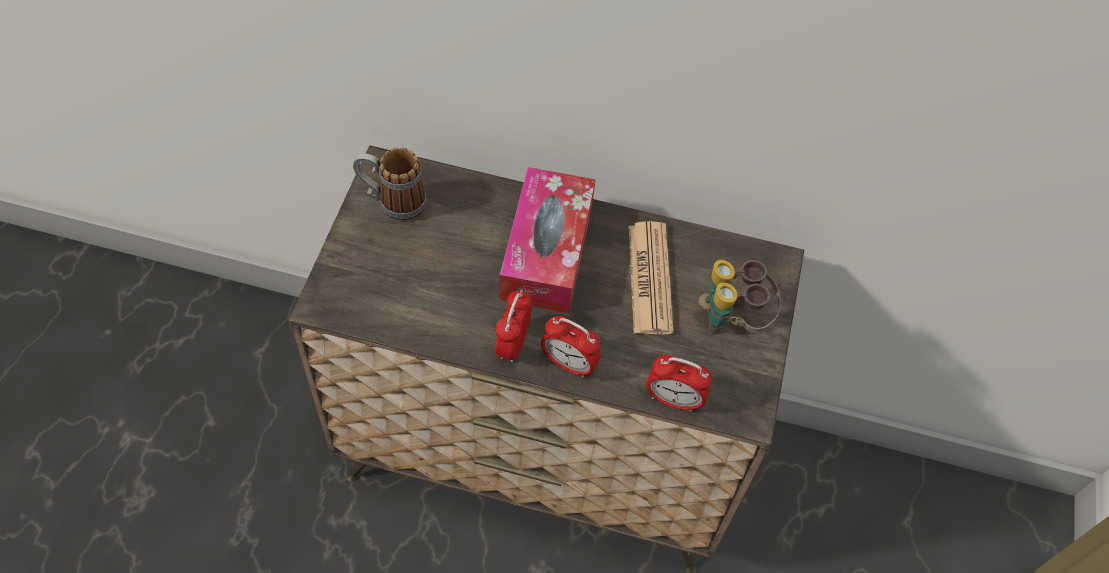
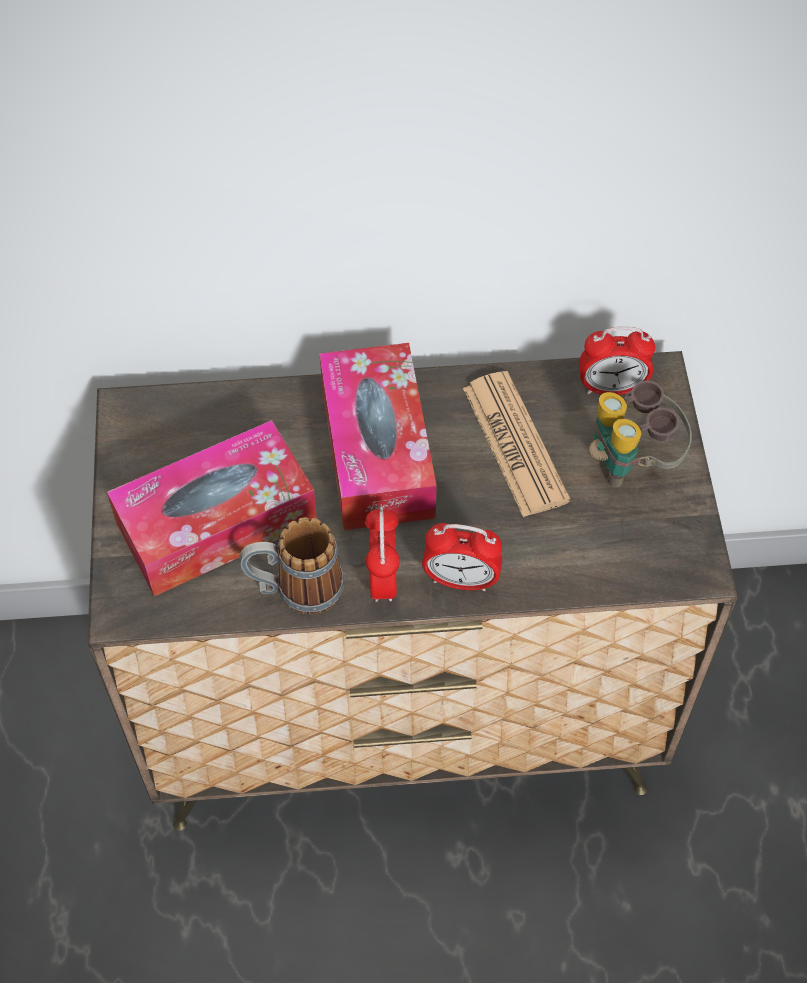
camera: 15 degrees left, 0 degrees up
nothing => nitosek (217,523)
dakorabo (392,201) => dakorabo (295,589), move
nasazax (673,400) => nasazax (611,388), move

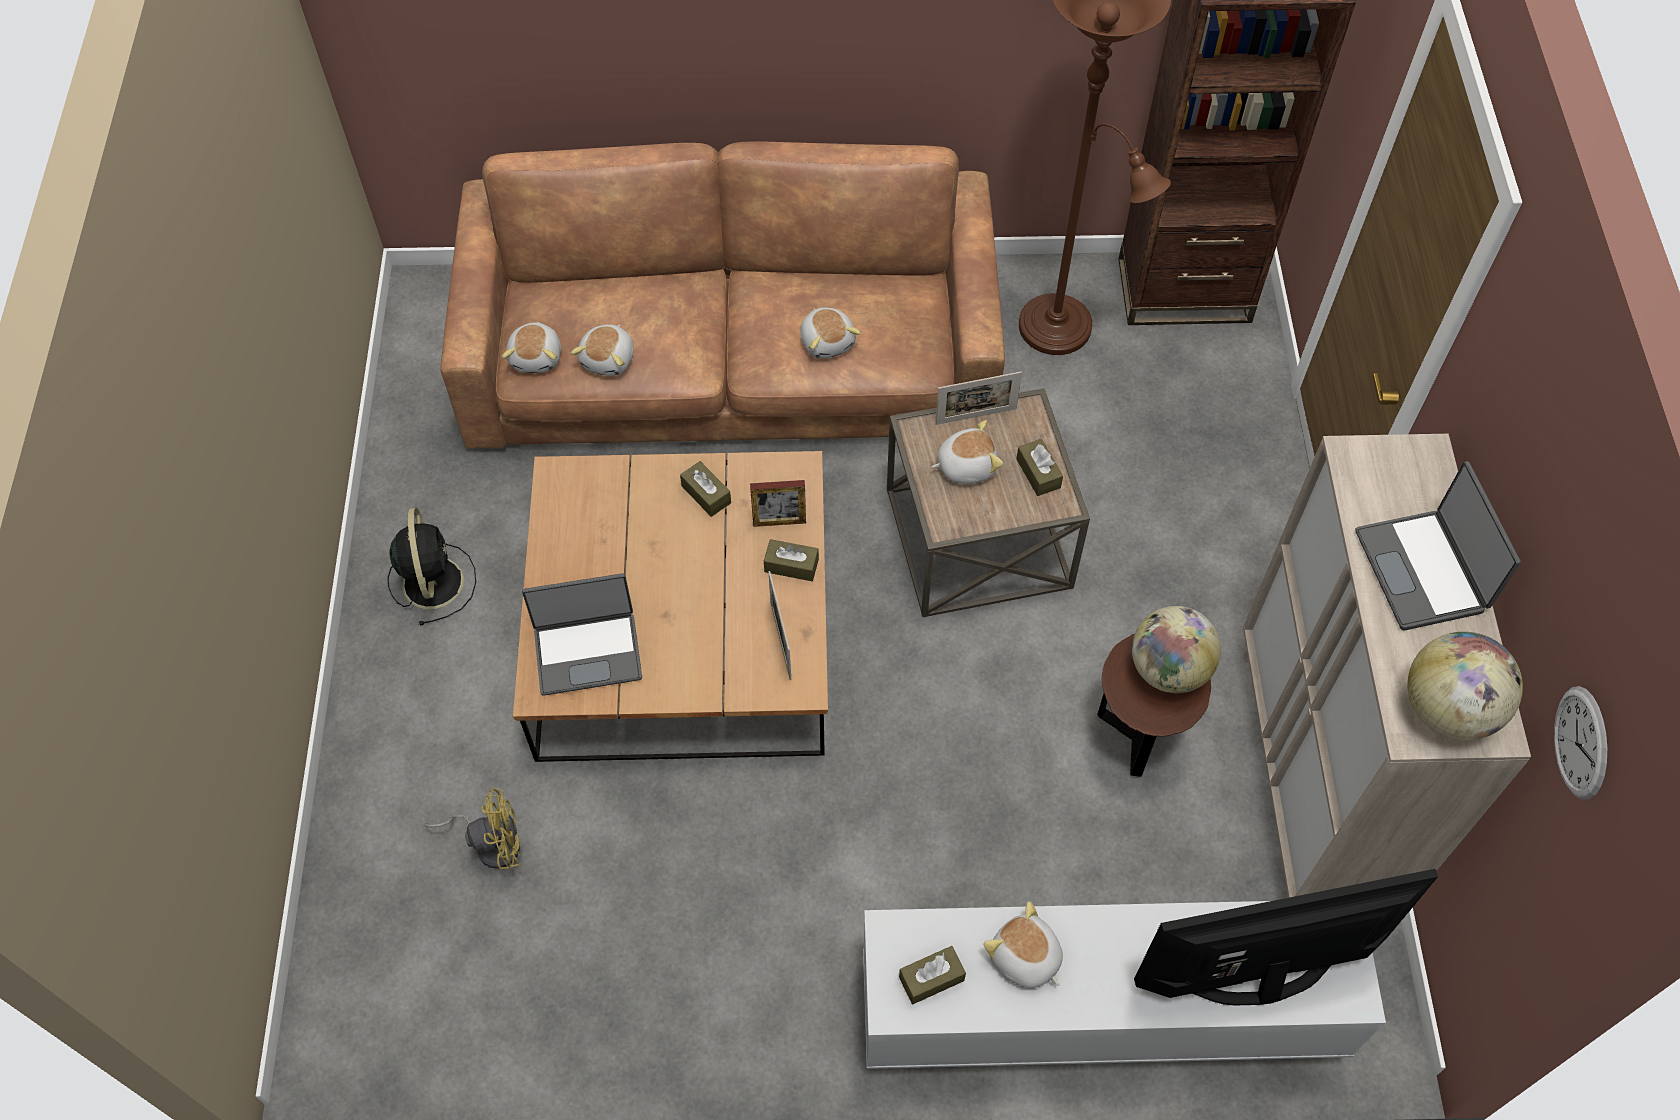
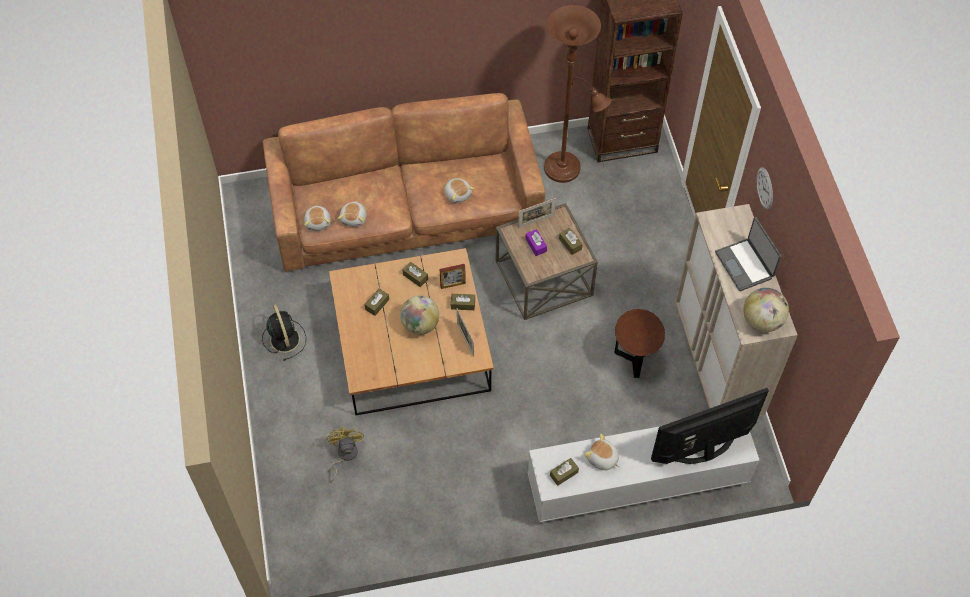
camera: 10 degrees left, 0 degrees up
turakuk (588,652) => nothing
nothing => nitosek (brown) (377,304)
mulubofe (1168,669) => mulubofe (420,324), move
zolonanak (1581,742) => zolonanak (765,188), move
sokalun (966,465) => nitosek (purple) (536,245)
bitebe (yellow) (491,843) => bitebe (yellow) (344,455), 75 degrees counterclockwise

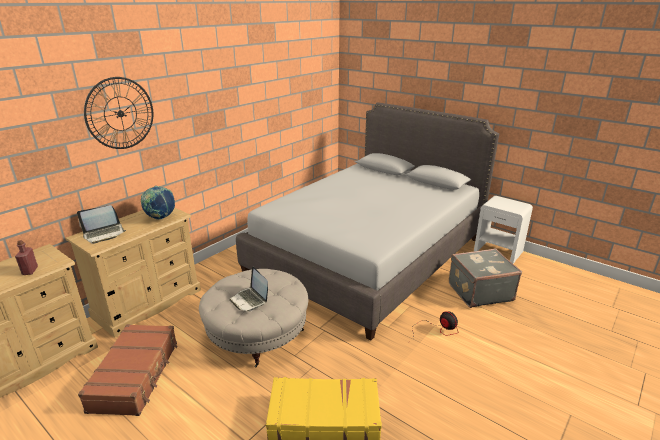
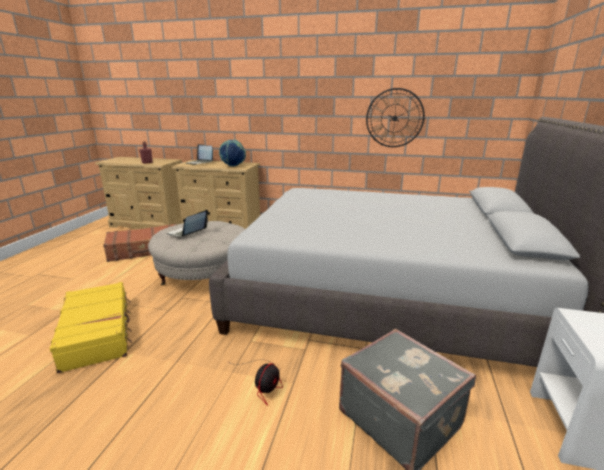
camera: 65 degrees right, 5 degrees down
zolonanak (120,113) => zolonanak (394,118), move

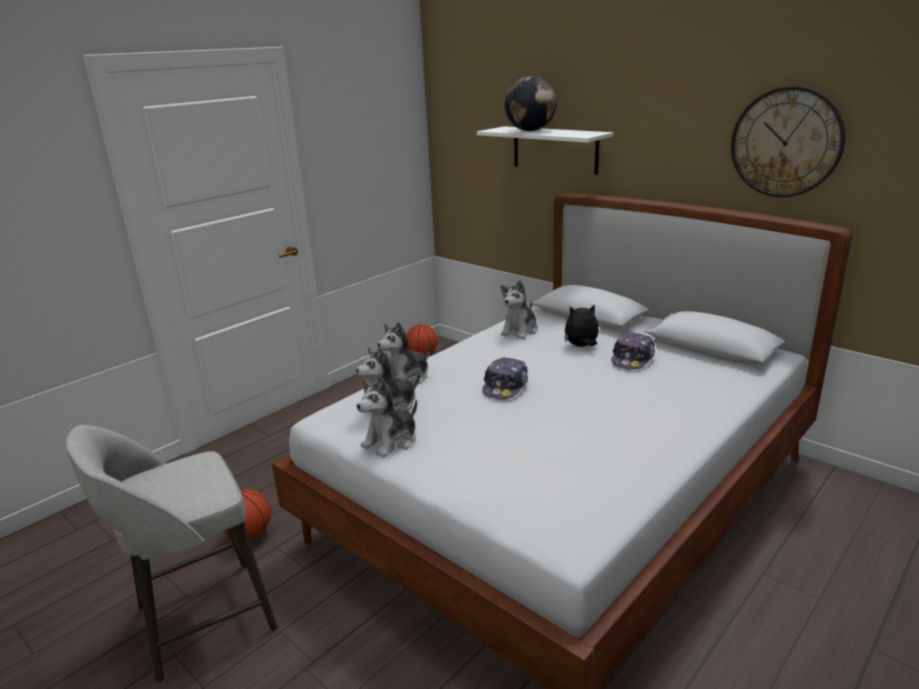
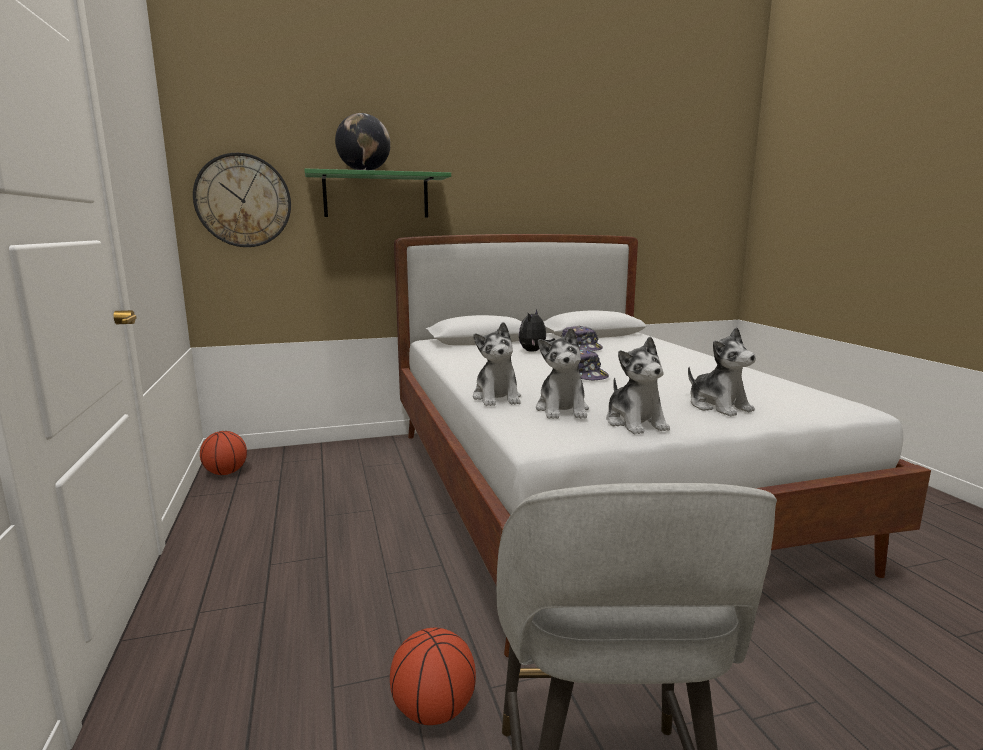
camera: 60 degrees left, 10 degrees down
sokalun (520,330) => sokalun (718,406), move
zolonanak (786,142) => zolonanak (243,201), move
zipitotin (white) (555,149) => zipitotin (green) (376,196)

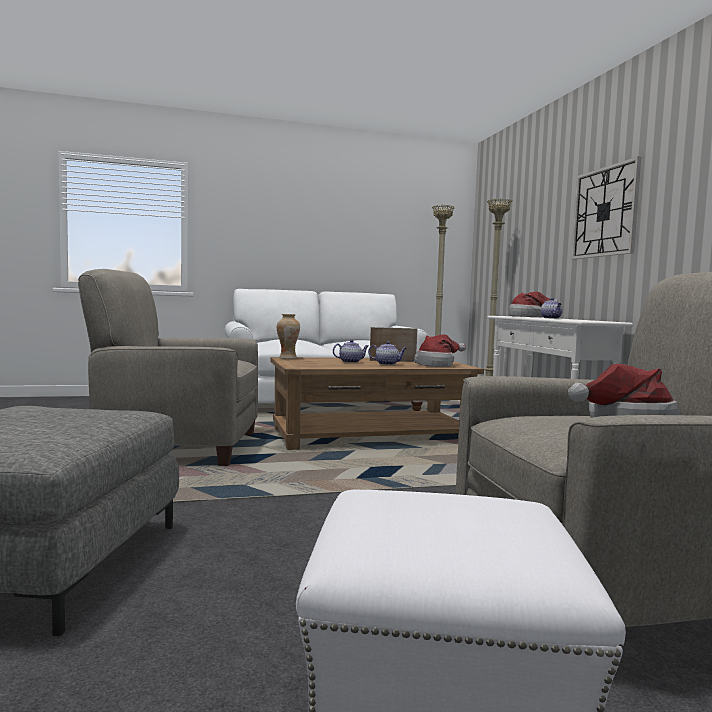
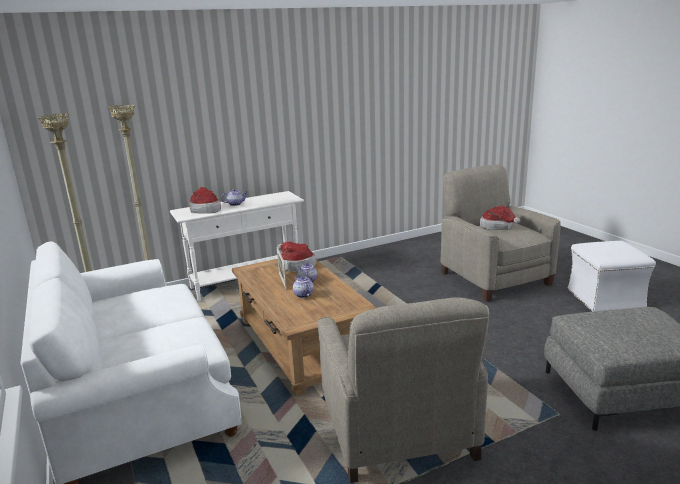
camera: 100 degrees left, 15 degrees up
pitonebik (287,358) => nothing
zolonanak (605,212) => nothing

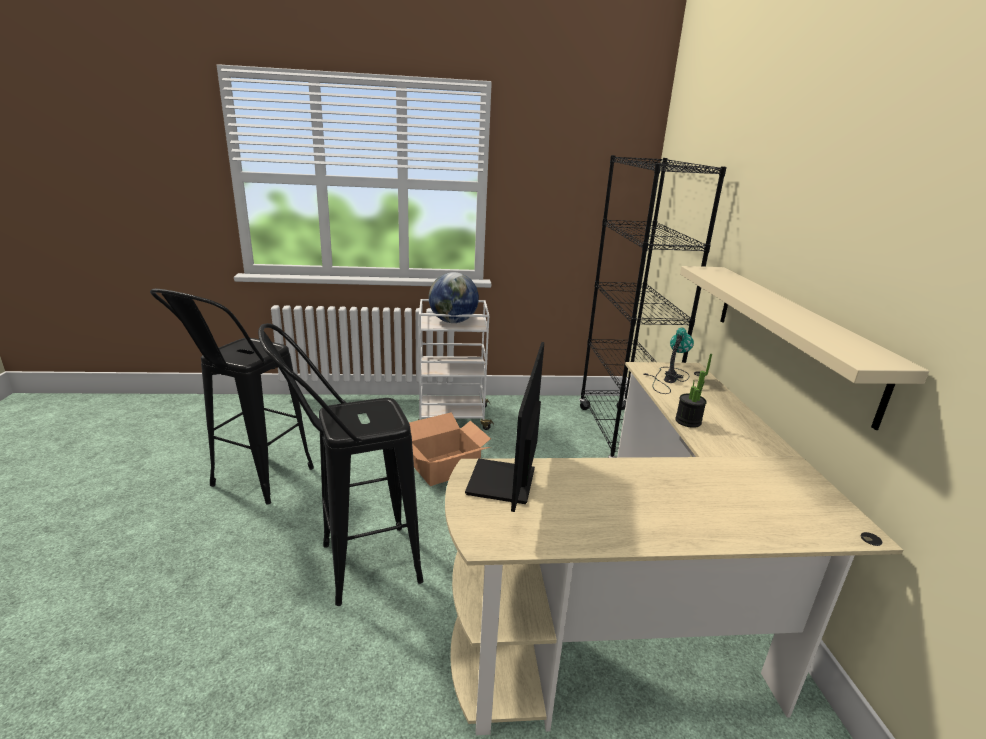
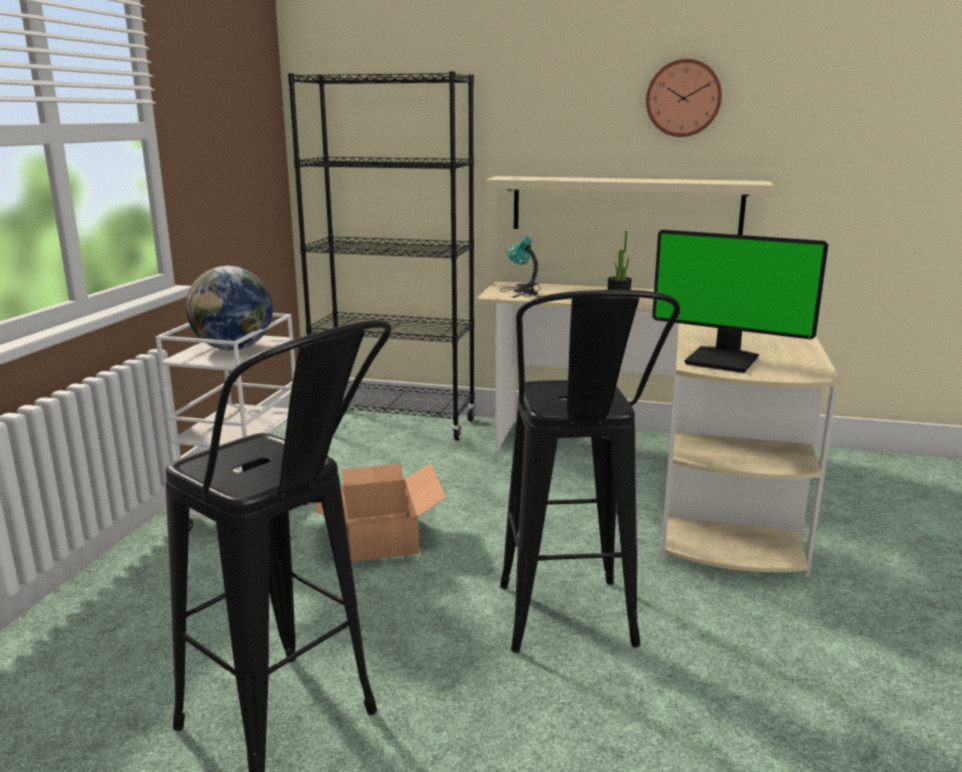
camera: 70 degrees left, 5 degrees down
nothing => zolonanak (683,98)

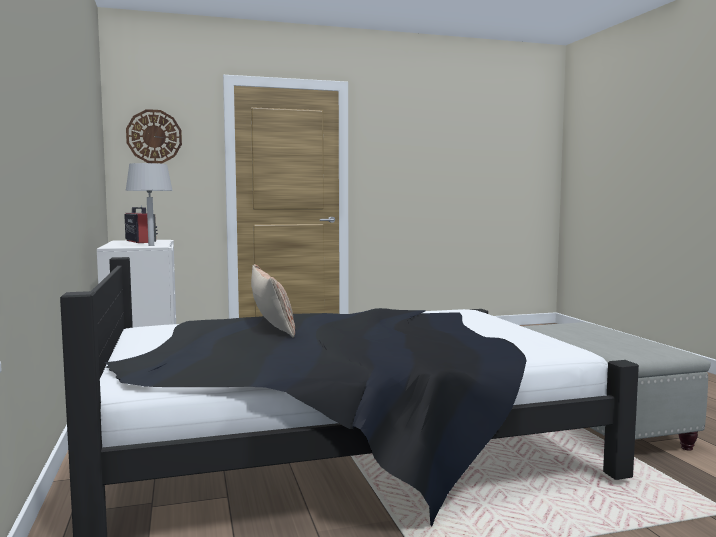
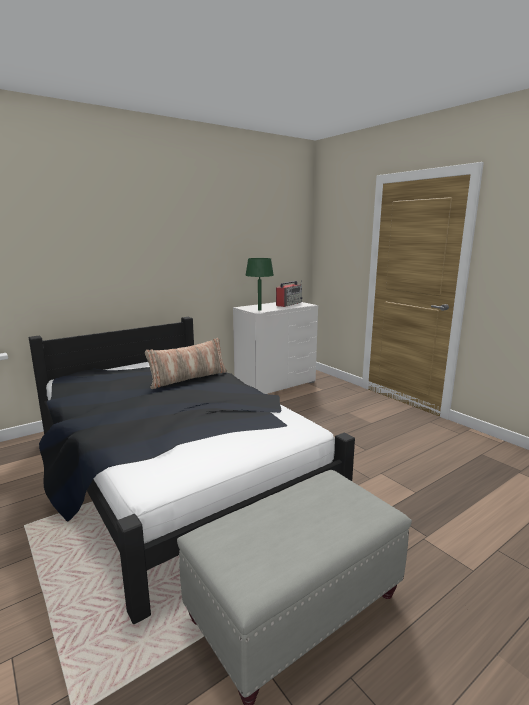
camera: 70 degrees right, 10 degrees up
zolonanak (154,136) => nothing
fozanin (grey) (151,245) => fozanin (green) (259,310)

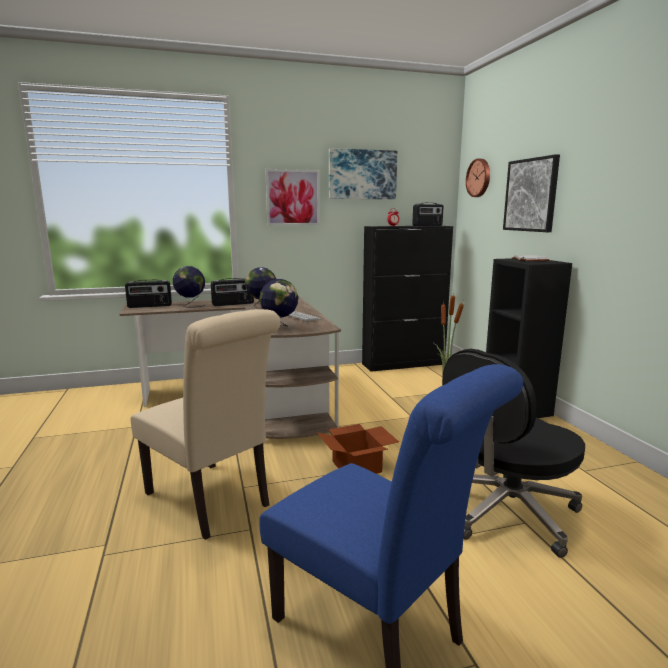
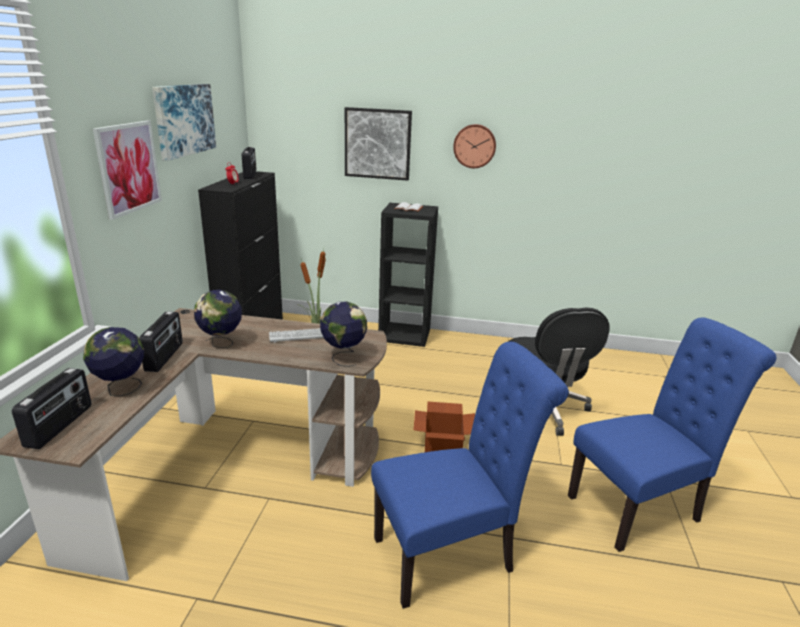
camera: 65 degrees left, 10 degrees up
zolonanak (479,178) => zolonanak (474,146), move
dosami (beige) (212,501) => dosami (blue) (451,553)

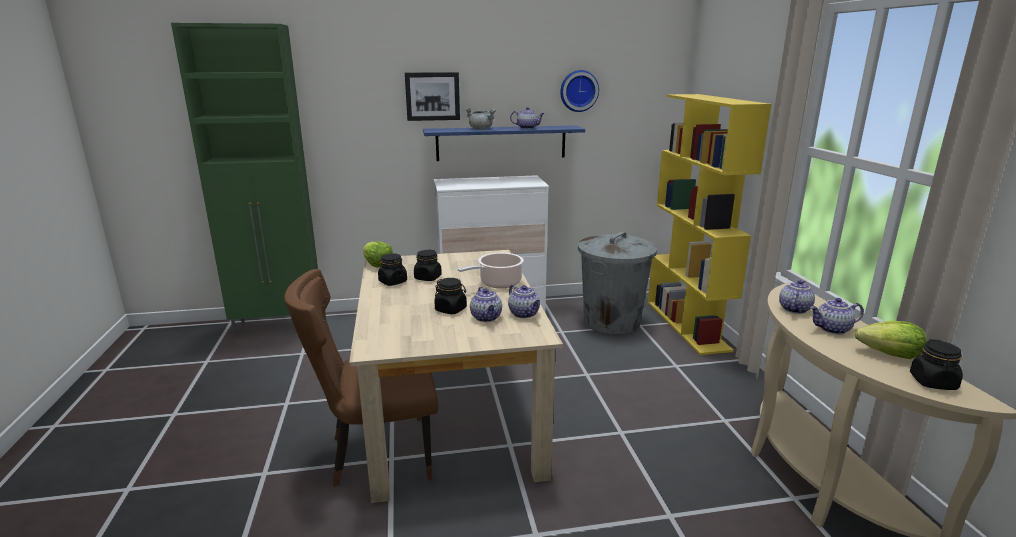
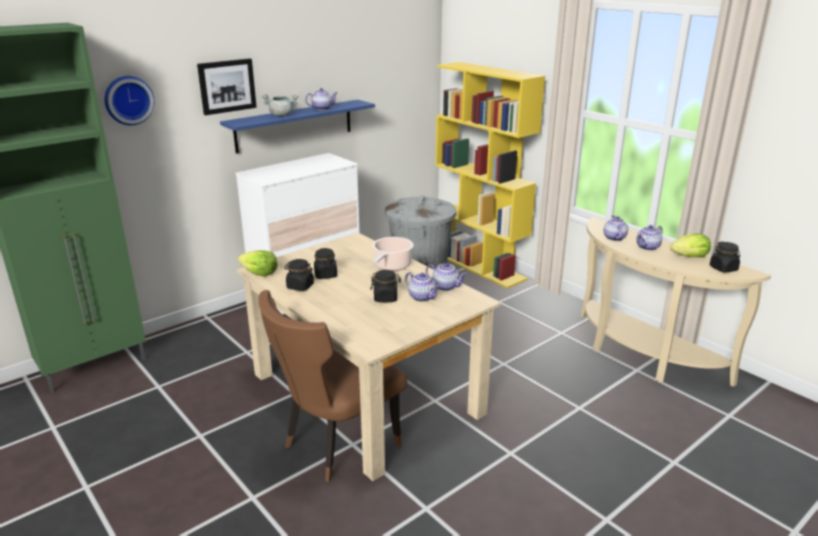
camera: 30 degrees left, 5 degrees up
zolonanak (578,91) => zolonanak (128,100), move

